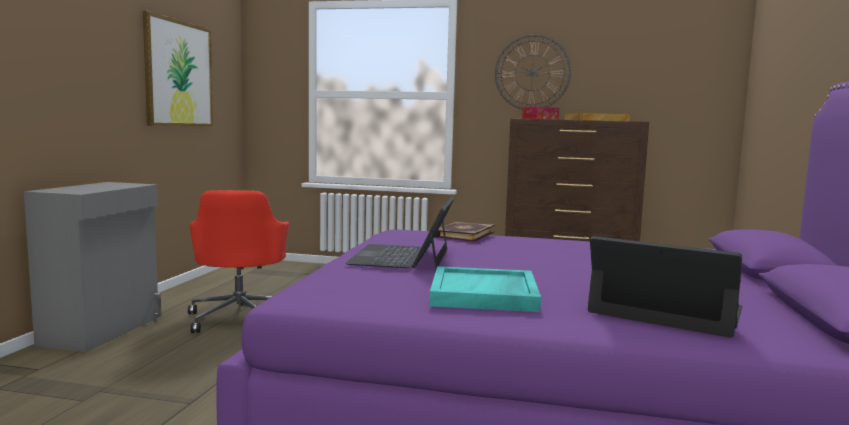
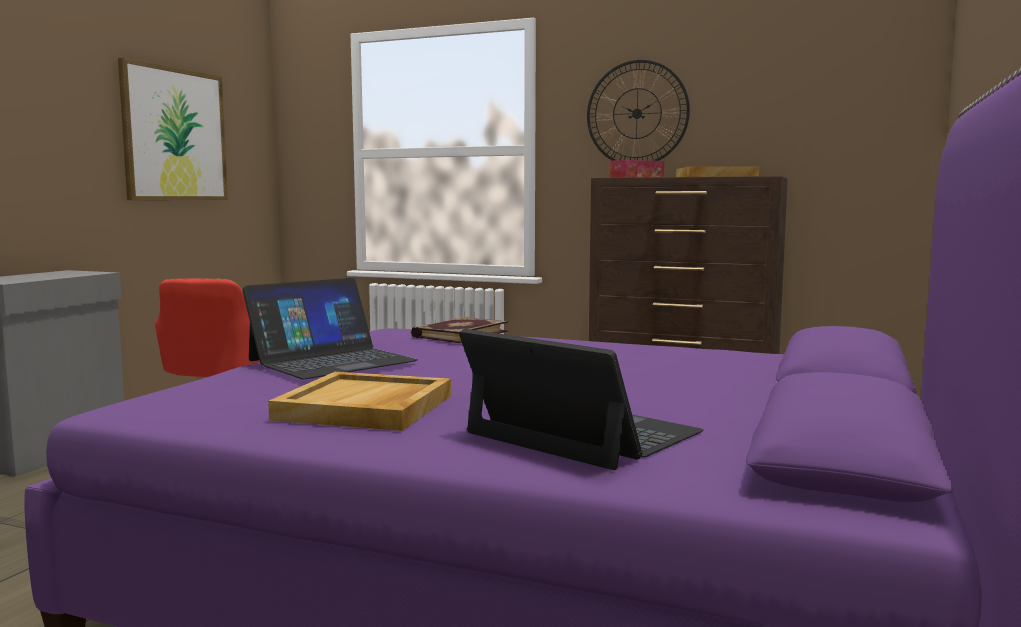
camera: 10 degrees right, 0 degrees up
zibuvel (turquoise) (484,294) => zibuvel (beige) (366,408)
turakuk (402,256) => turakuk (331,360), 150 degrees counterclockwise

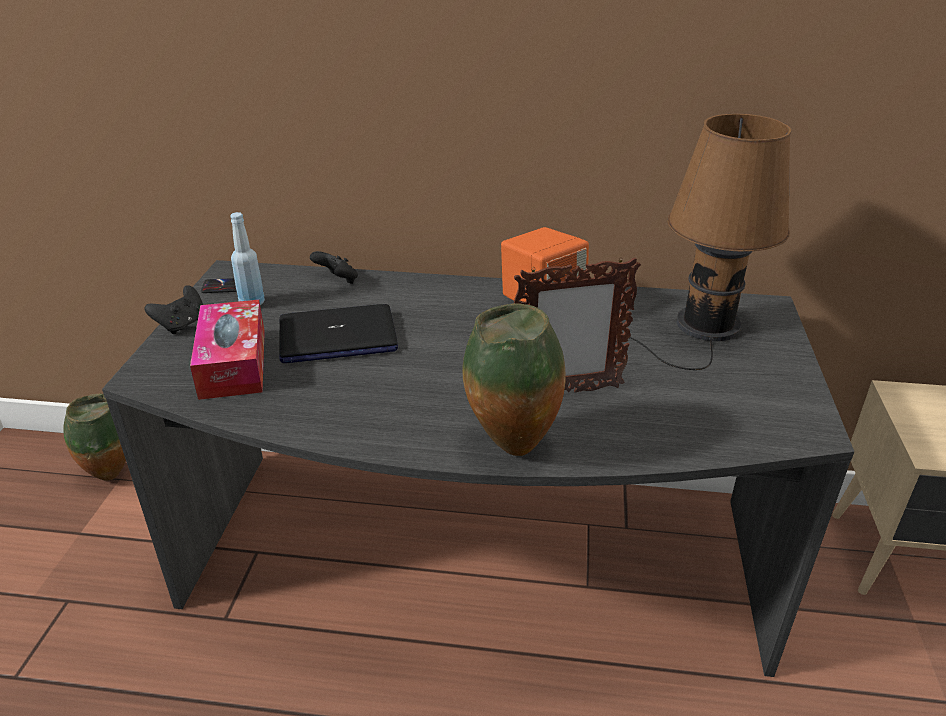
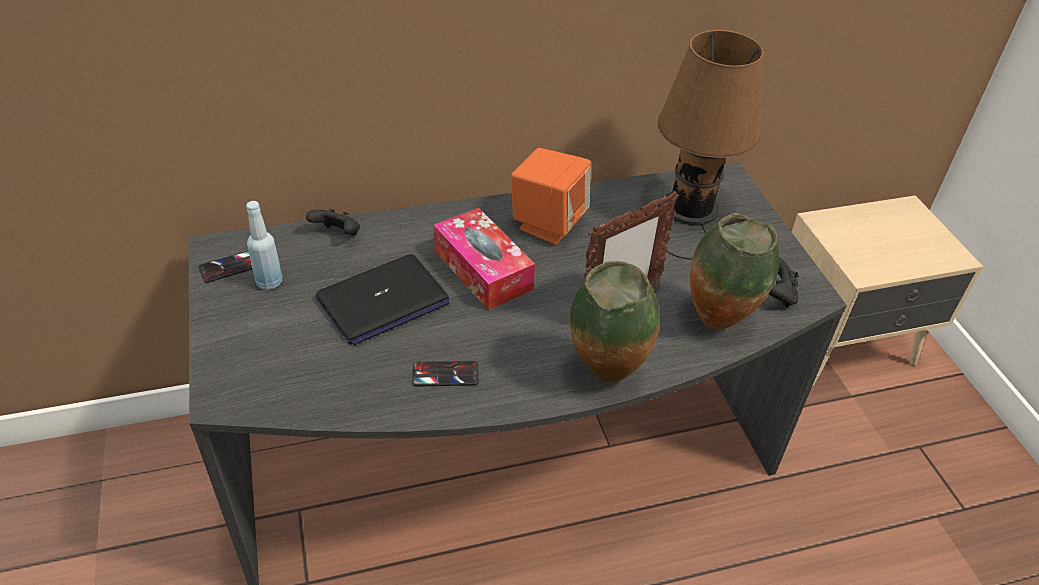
camera: 25 degrees left, 10 degrees up
nothing => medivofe (445,374)
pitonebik (113,475) => pitonebik (718,321), move
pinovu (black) (182,325) => pinovu (black) (778,295), move
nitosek (233,363) => nitosek (483,270), move

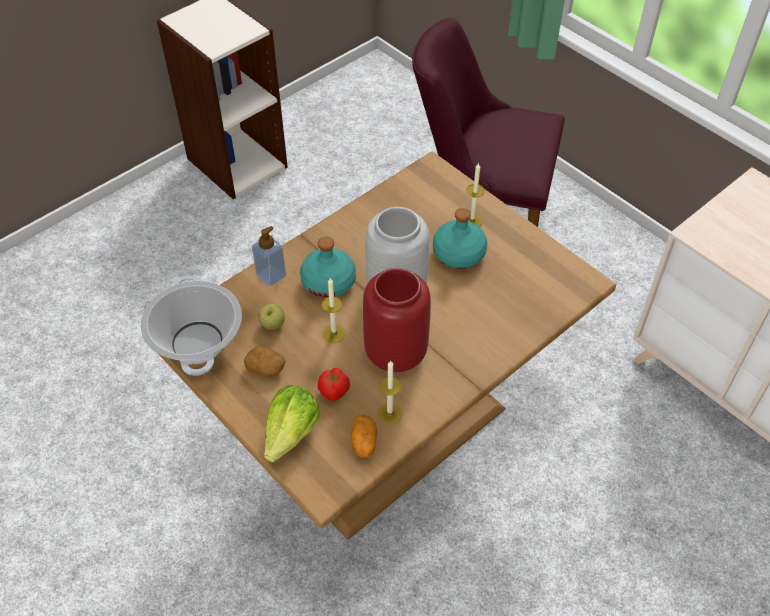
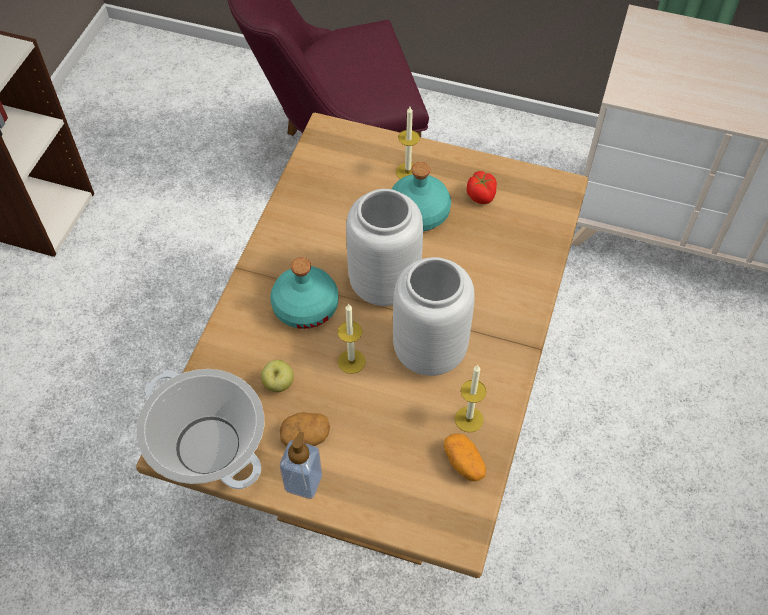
camera: 30 degrees left, 5 degrees up
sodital (291,433) => nothing
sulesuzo (271,276) => sulesuzo (303,482), move
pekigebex (334,391) => pekigebex (481,196), move
pitonebik (red) (395,352) => pitonebik (grey) (428,350)

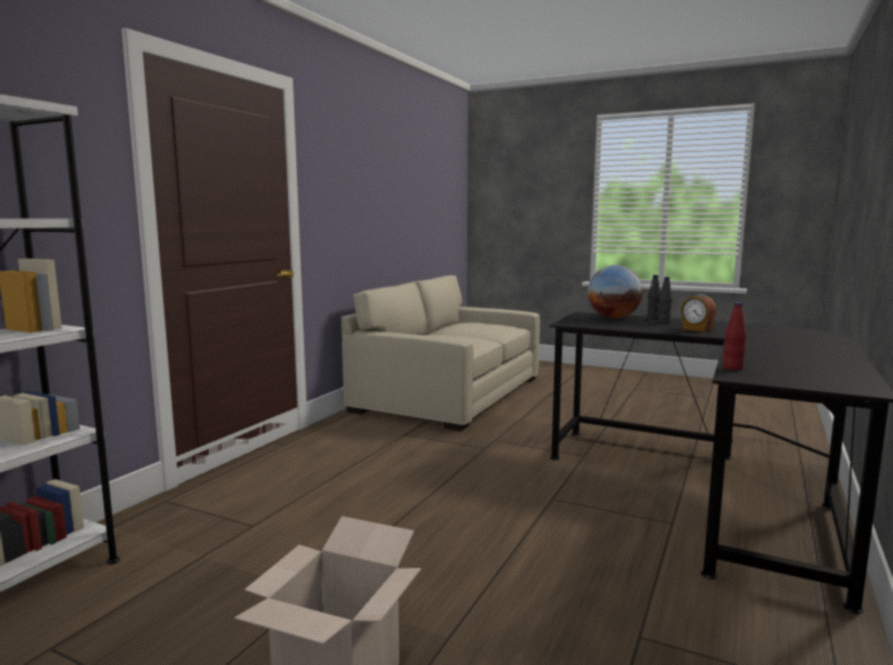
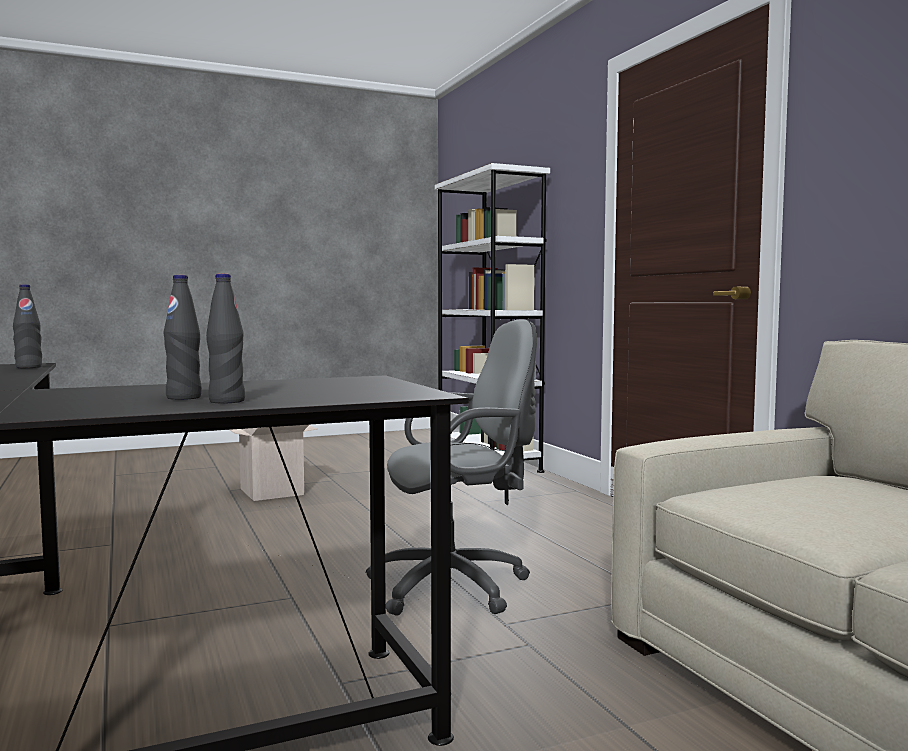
camera: 130 degrees right, 5 degrees down
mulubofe (613,318) => nothing
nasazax (696,329) => nothing
nothing => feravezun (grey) (457,586)
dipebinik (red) (732,368) => dipebinik (black) (29,367)

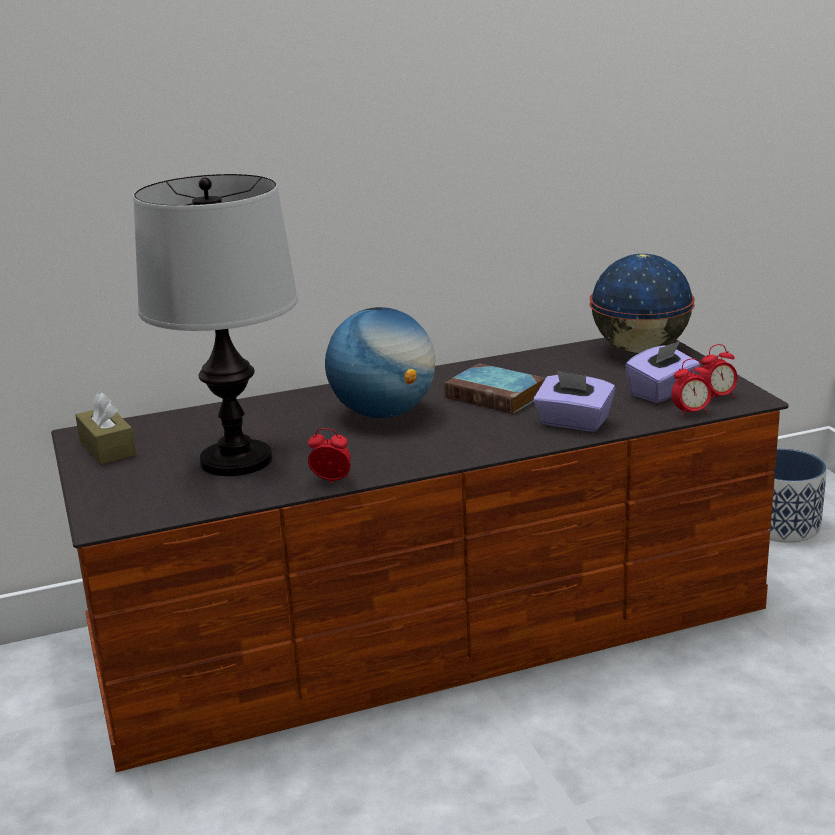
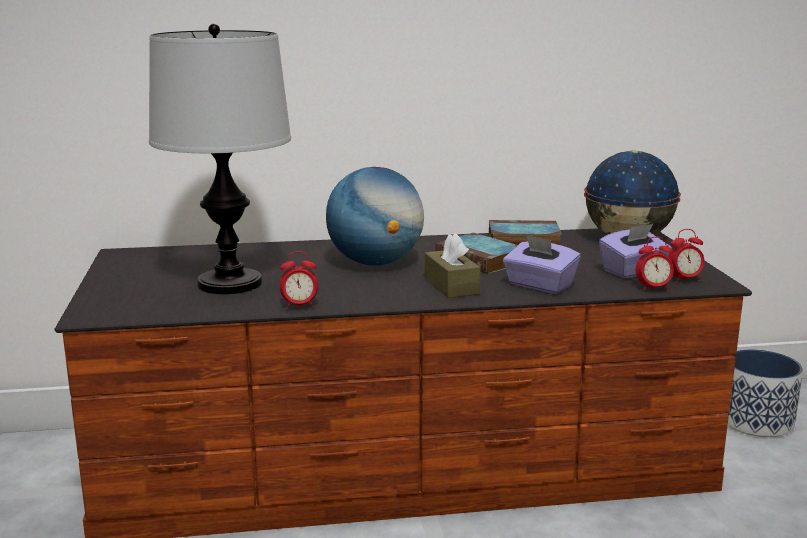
camera: 10 degrees right, 5 degrees down
nothing => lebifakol (522,241)
nitosek (brown) (107,448) => nitosek (brown) (451,286), move
nasazax (332,481) => nasazax (299,306), 150 degrees clockwise

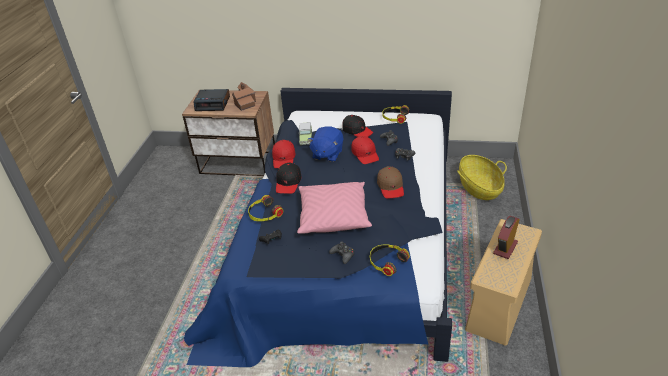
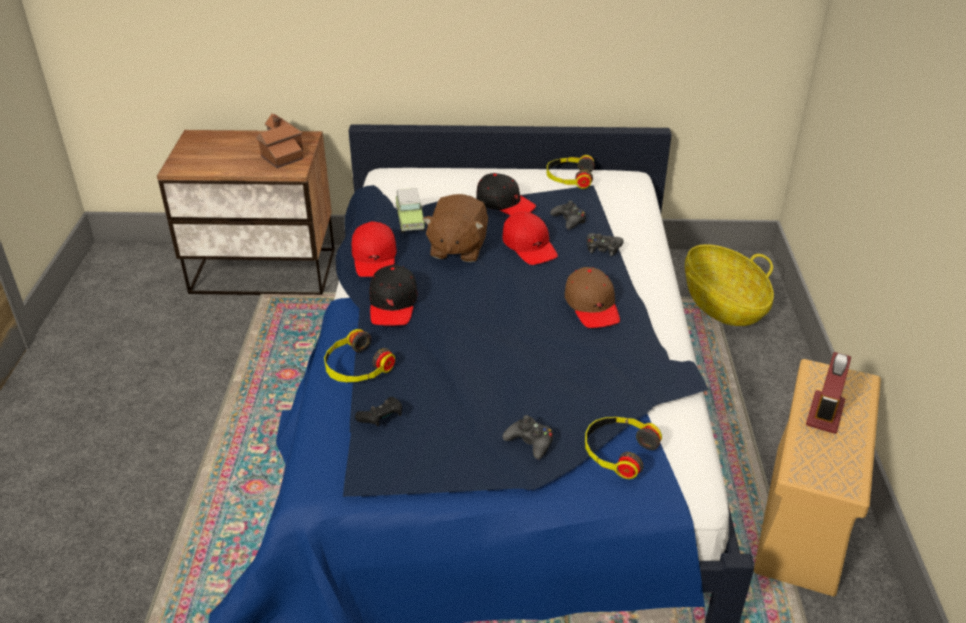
camera: 10 degrees left, 0 degrees up
nasazax (213,103) => nothing
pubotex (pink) (333,216) => nothing
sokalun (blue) (327,154) => sokalun (brown) (457,248)

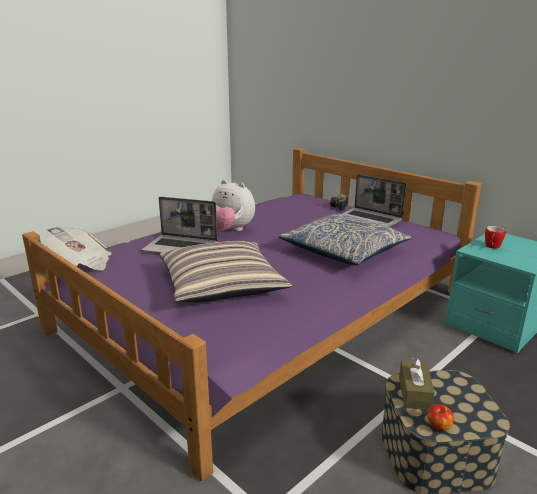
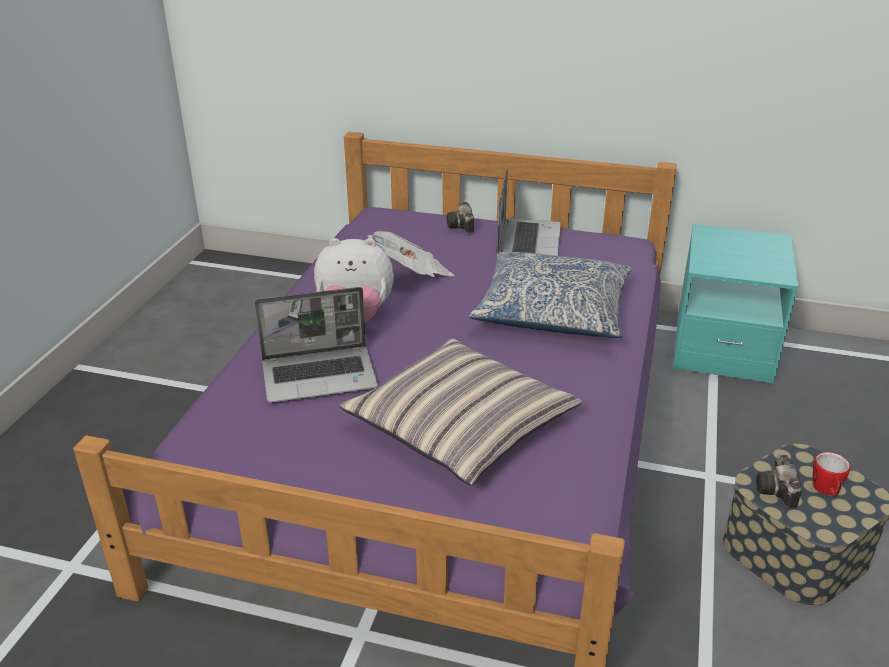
camera: 30 degrees left, 10 degrees up
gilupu (438,427) => nothing
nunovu (81,263) => nunovu (412,274), move
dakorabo (492,247) => dakorabo (826,491), move
nitosek (brown) (414,393) => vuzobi (777,492)
turakuk (370,219) => turakuk (527,241), 90 degrees counterclockwise

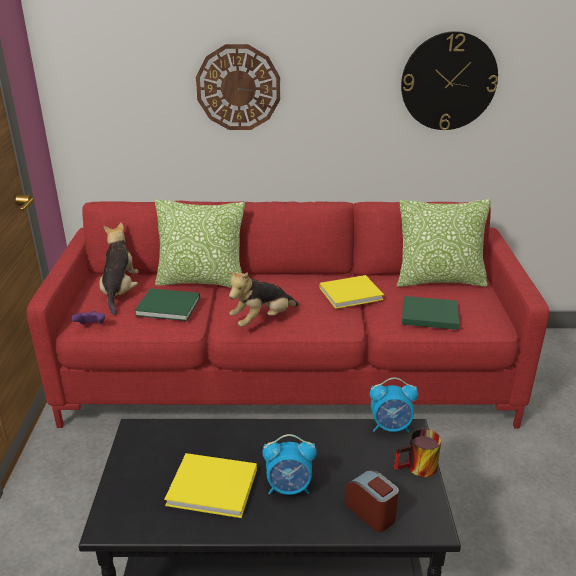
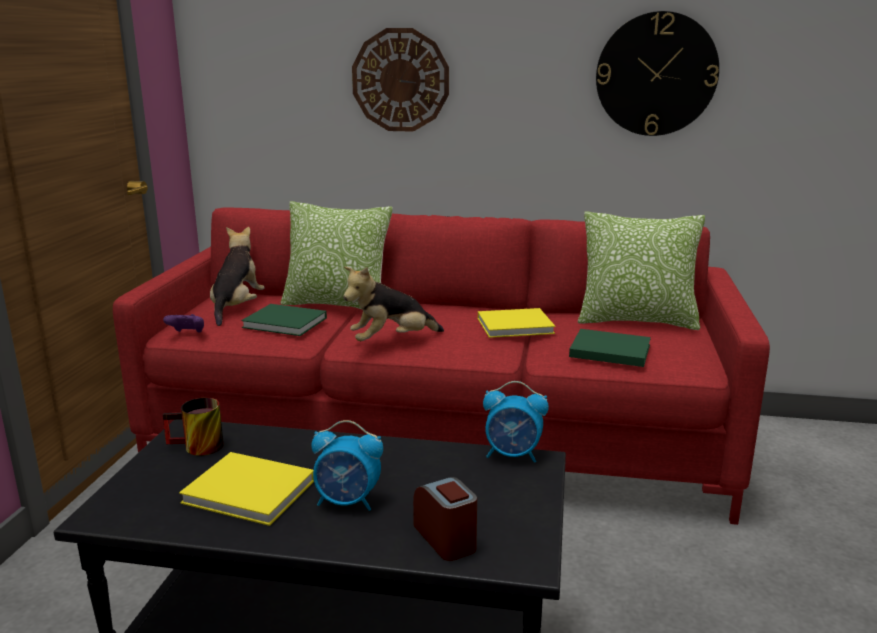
camera: 10 degrees right, 10 degrees down
dakorabo (418,469) => dakorabo (196,448), move

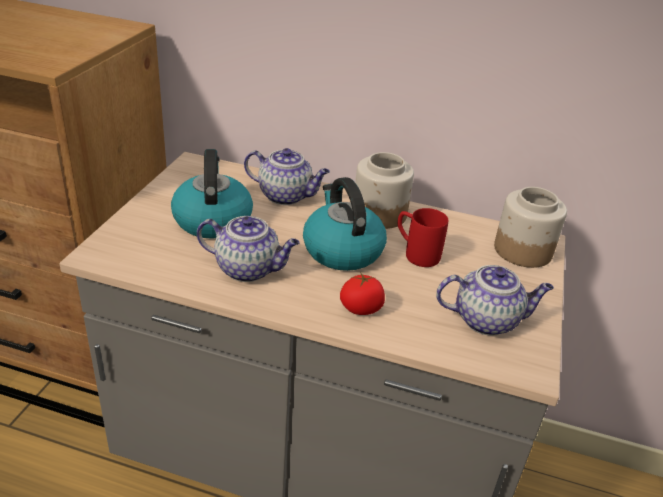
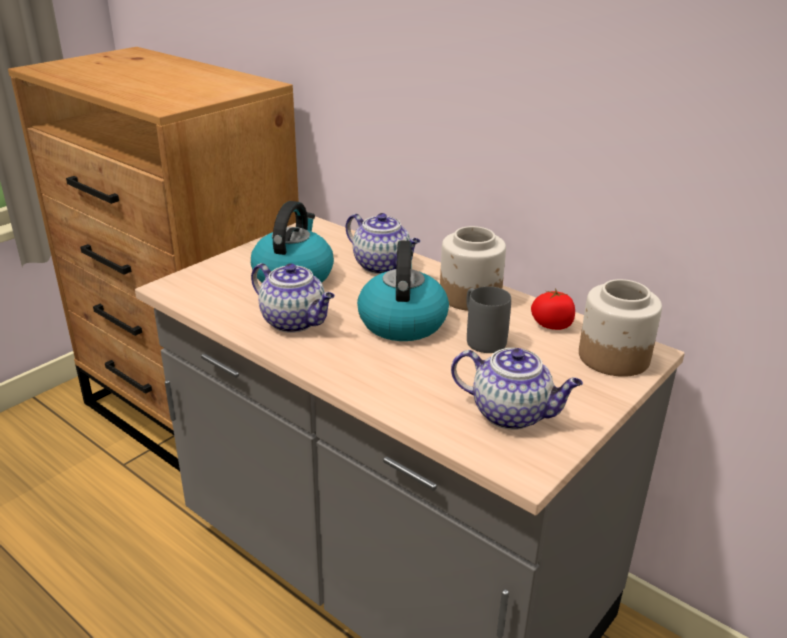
camera: 25 degrees right, 5 degrees down
pekigebex (361,308) => pekigebex (552,325), move
dakorabo (red) (415,253) => dakorabo (grey) (481,338)

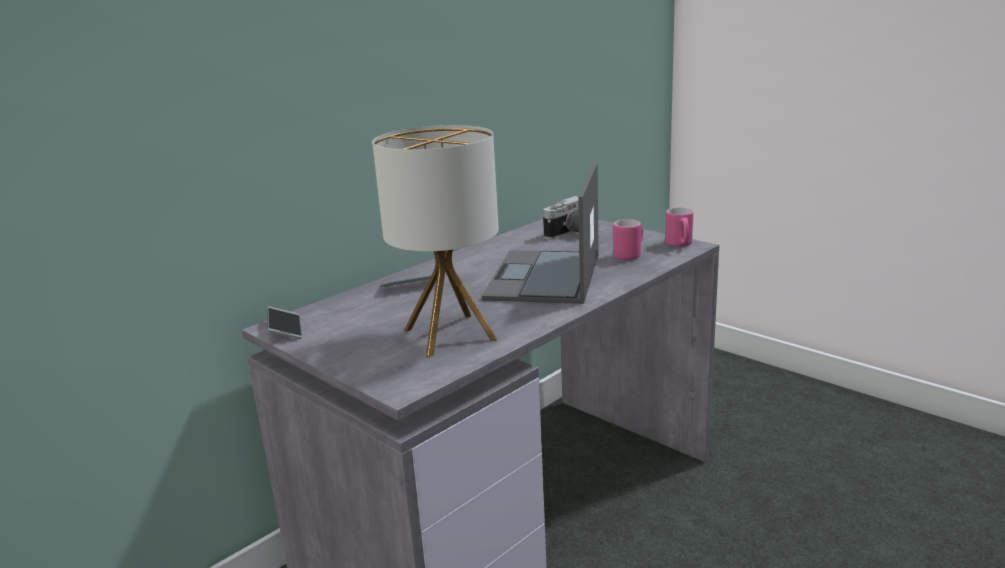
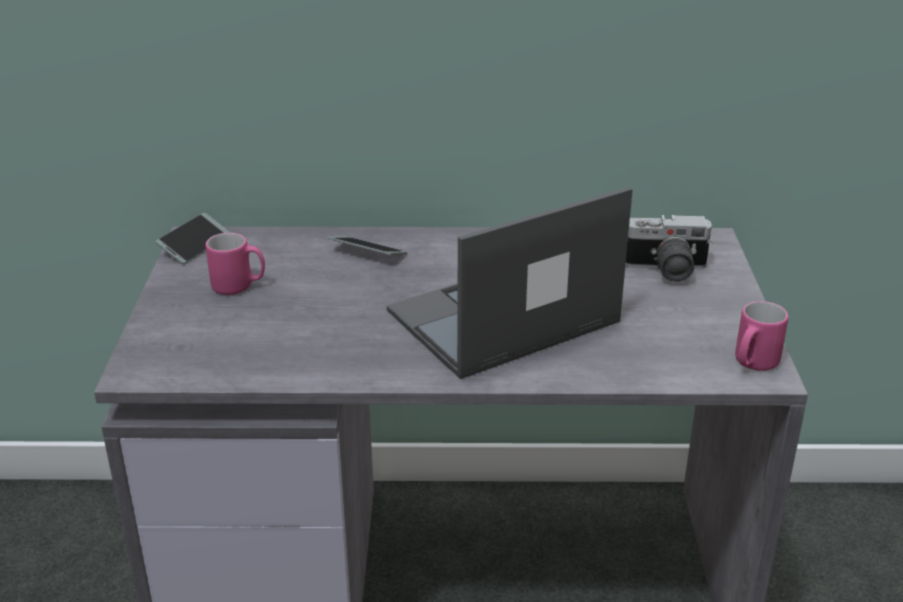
camera: 45 degrees right, 10 degrees up
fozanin (450,334) => nothing
dakorabo (pink) (630,255) => dakorabo (pink) (239,286), move

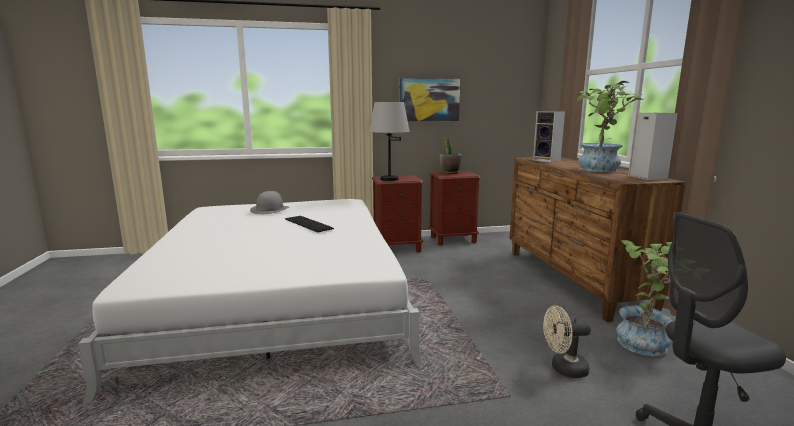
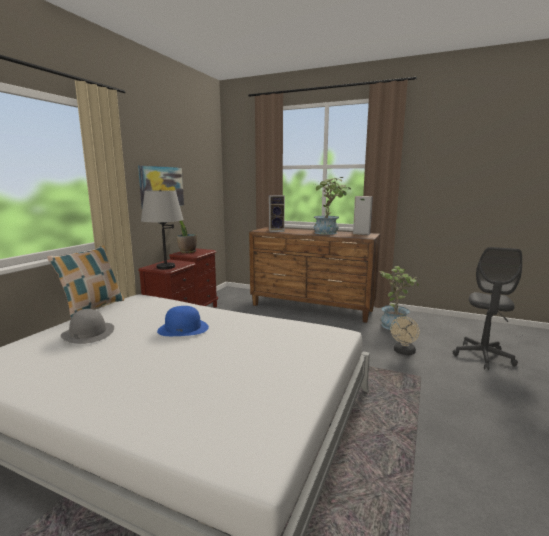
camera: 55 degrees left, 0 degrees up
nothing => pubotex (93,308)
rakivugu (308,224) => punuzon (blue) (183,328)

